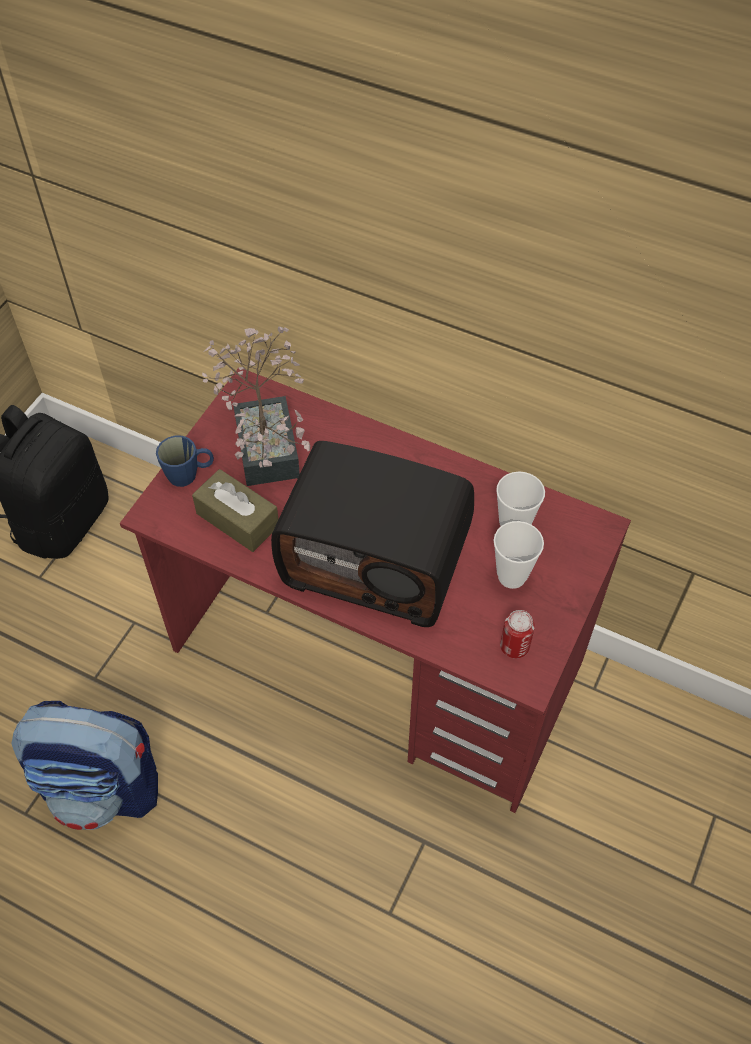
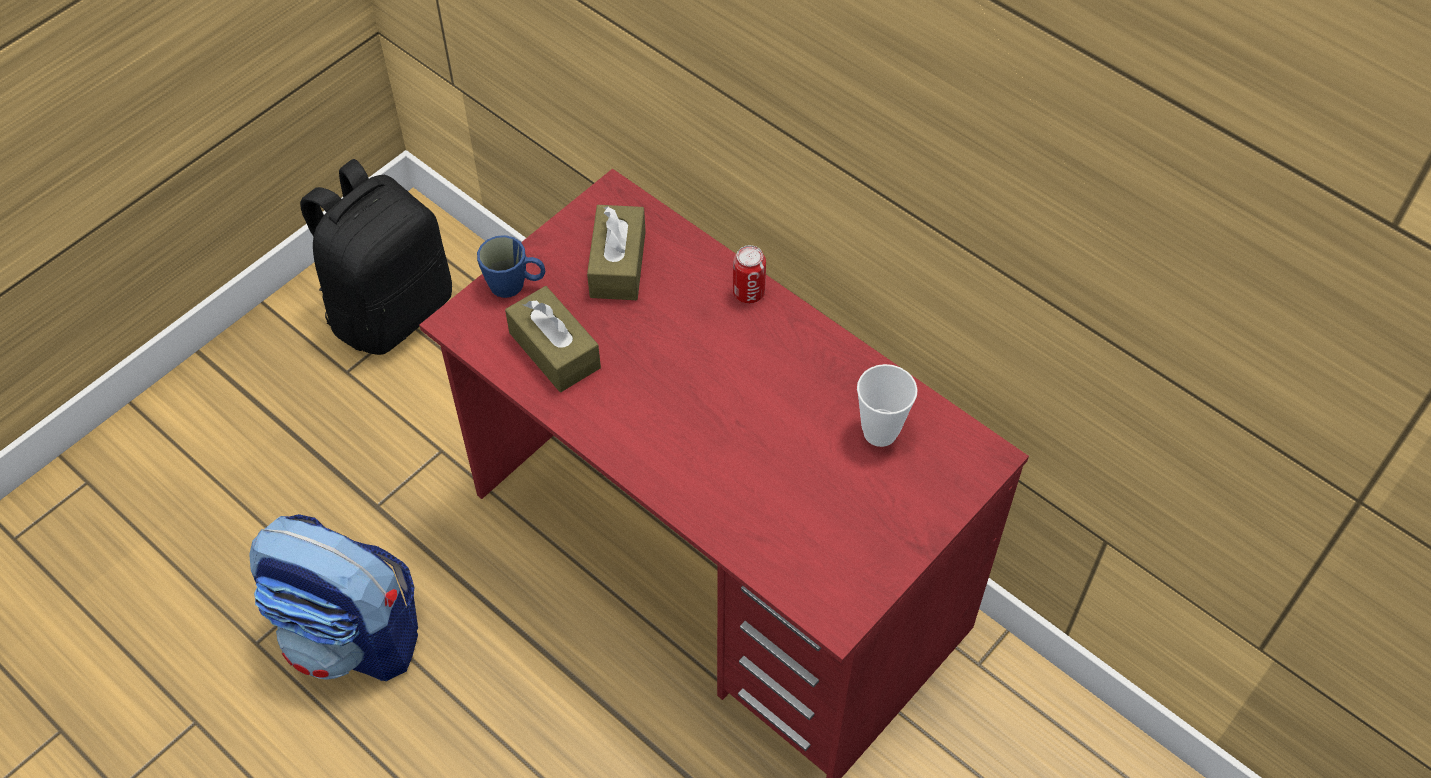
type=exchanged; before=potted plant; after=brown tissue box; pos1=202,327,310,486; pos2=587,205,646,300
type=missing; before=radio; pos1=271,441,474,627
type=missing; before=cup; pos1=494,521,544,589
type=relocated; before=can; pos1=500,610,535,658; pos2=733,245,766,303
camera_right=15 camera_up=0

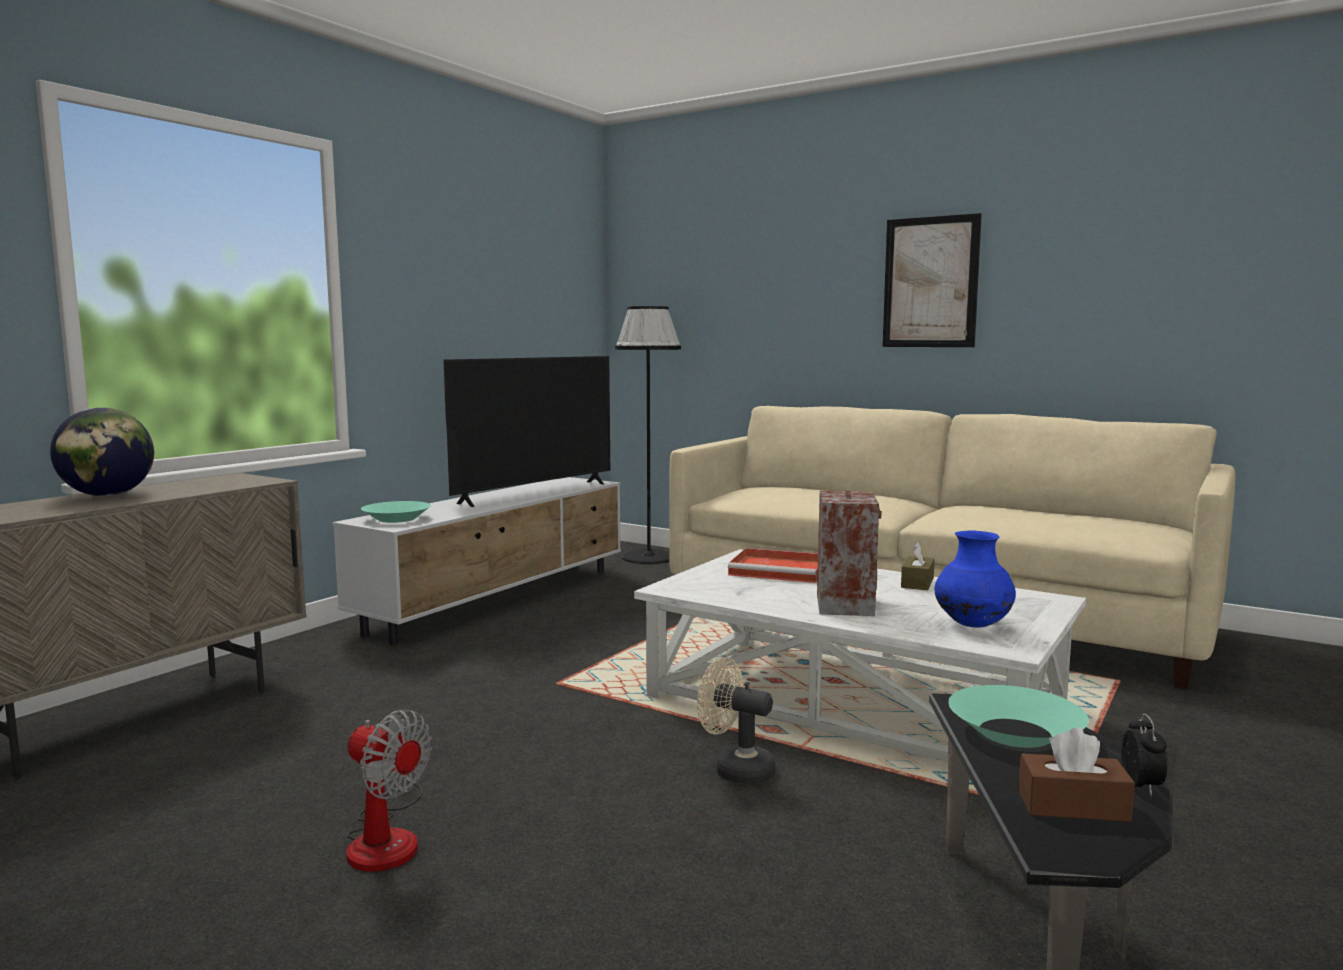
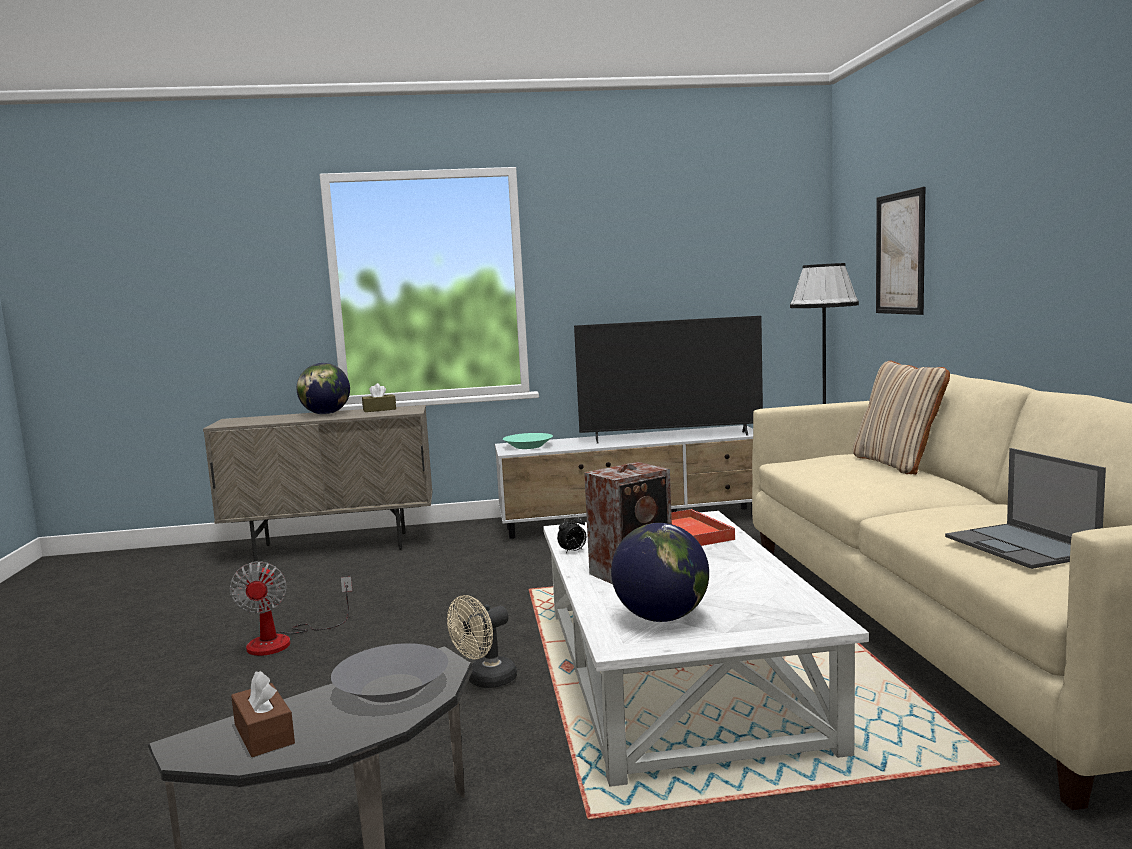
type=relocated; before=picture; pos1=883,213,982,347; pos2=876,187,925,315
type=exchanged; before=blue vase; after=globe; pos1=935,531,1016,628; pos2=611,523,709,622
type=relocated; before=brown tissue box; pos1=901,542,935,590; pos2=362,383,396,412
type=spun; before=beige fan; pos1=697,657,776,784; pos2=447,595,517,688; turn=-120
type=colour; before=turquoise bowl; after=grey bowl; pos1=948,685,1089,748; pos2=331,643,448,702
type=relocated; before=alarm clock; pos1=1121,713,1167,796; pos2=557,515,586,553
type=appeared; after=beige pillow; pos2=853,360,950,475
type=appeared; after=laptop; pos2=945,448,1106,569
camera_right=50 camera_up=0

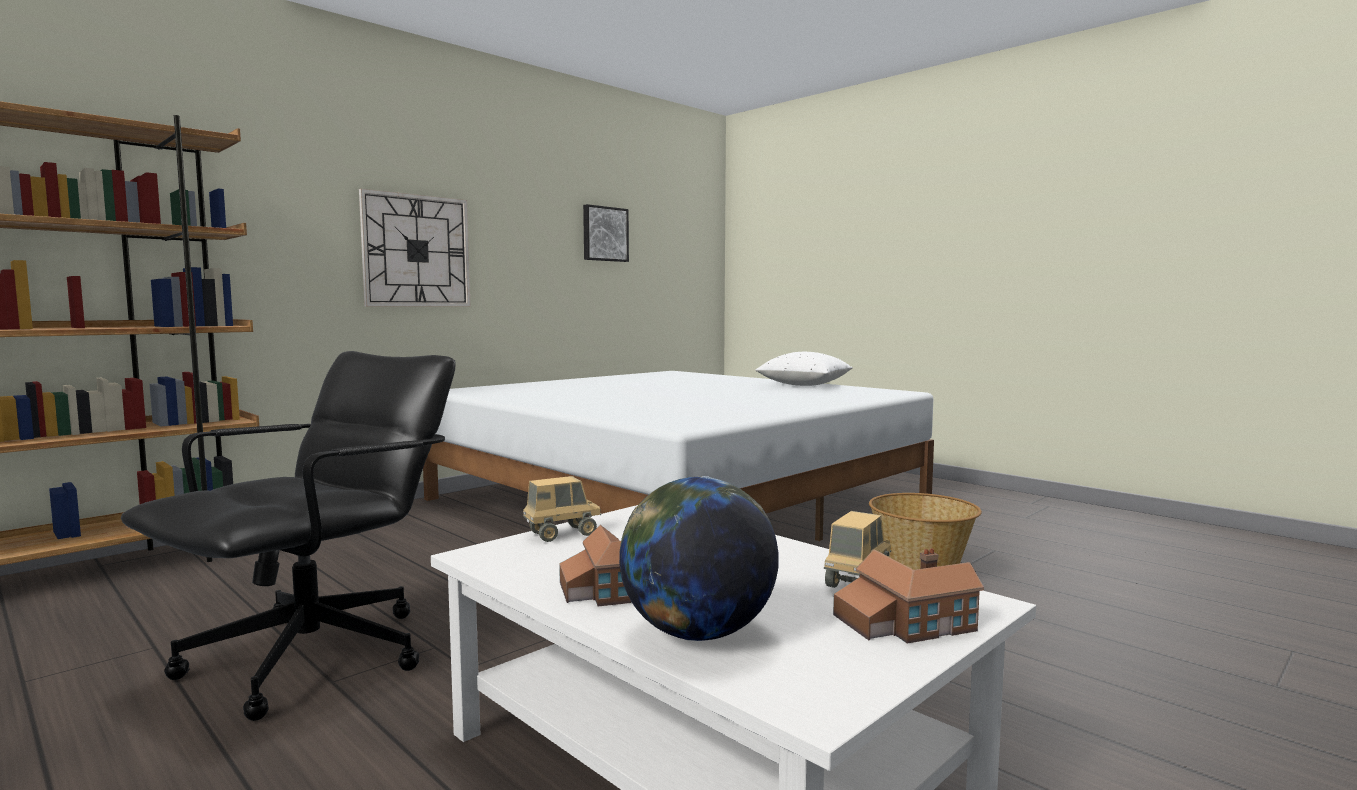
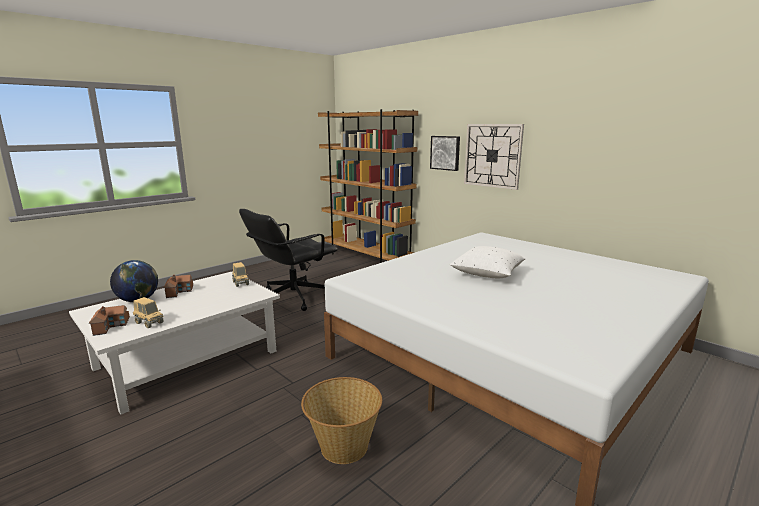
type=relocated; before=picture; pos1=583,204,629,262; pos2=430,136,460,171
type=spun; before=black office chair; pos1=121,351,456,721; pos2=239,209,338,311; turn=105
type=relocated; before=white pillow; pos1=755,352,853,386; pos2=449,246,525,278
camera_right=90 camera_up=10

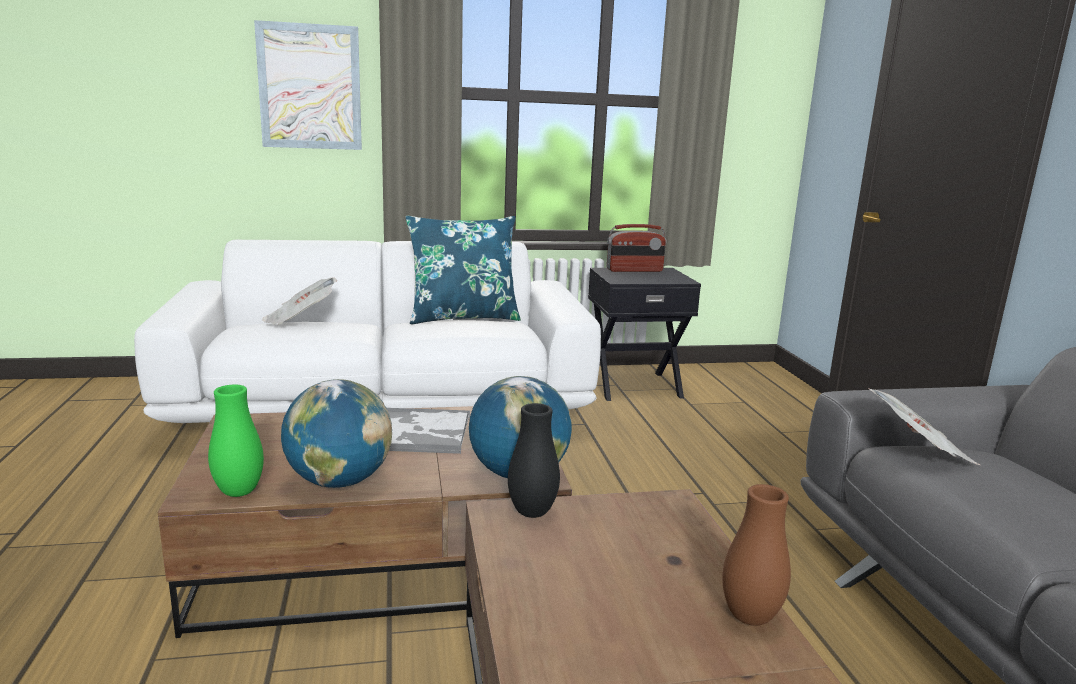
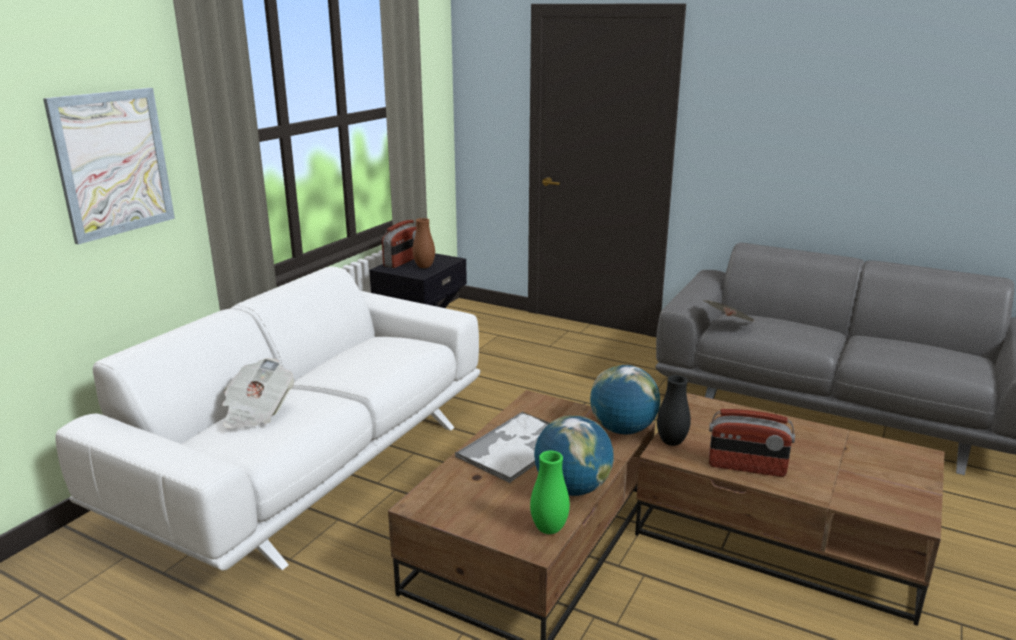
type=missing; before=blue pillow; pos1=406,216,521,324
type=relocated; before=brown vase; pos1=722,484,791,626; pos2=412,218,435,268
type=appeared; after=radio; pos2=709,409,795,477
camera_right=-50 camera_up=5

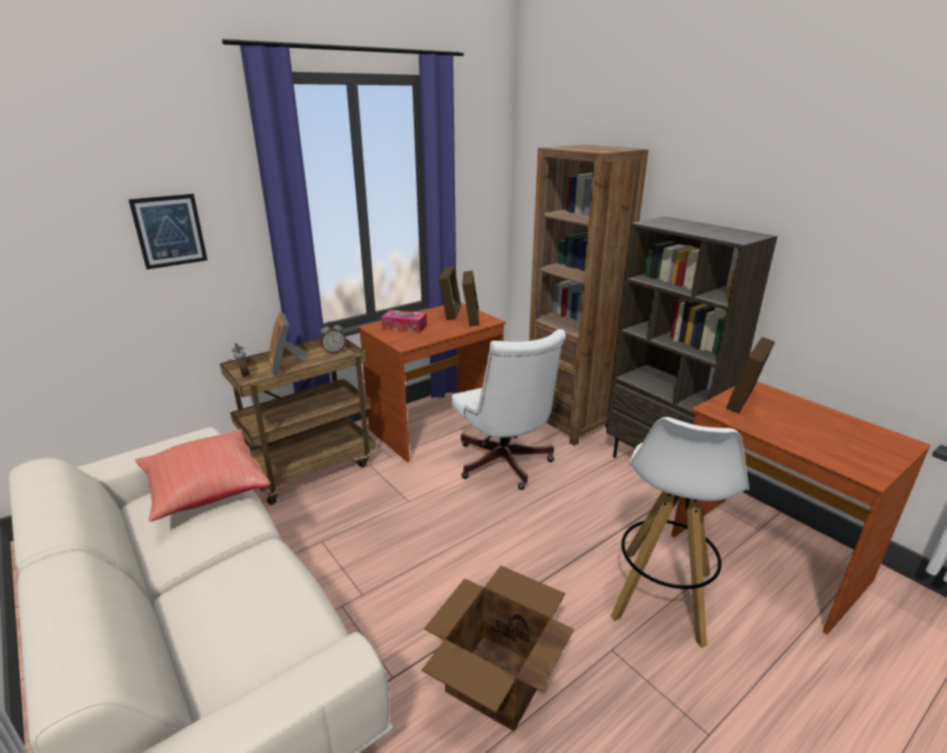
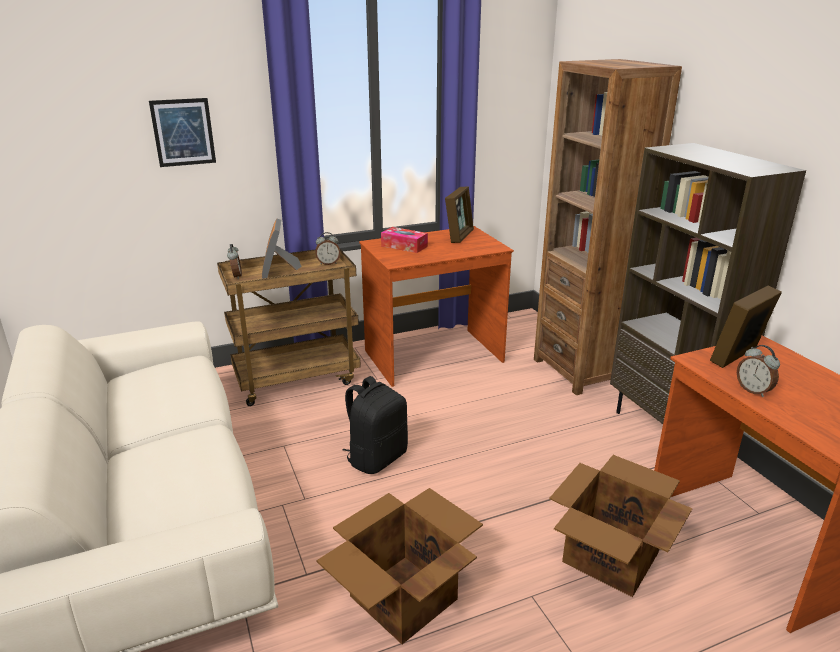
type=missing; before=picture frame; pos1=462,270,479,326
type=missing; before=white office chair; pos1=451,329,566,490
type=exchanged; before=white stool; after=cardboard box; pos1=611,417,749,648; pos2=549,455,692,597
type=missing; before=red pillow; pos1=135,429,271,522
type=appeared; after=alarm clock; pos2=737,345,780,397
type=appeared; after=black backpack; pos2=342,376,408,474
camera_right=15 camera_up=0

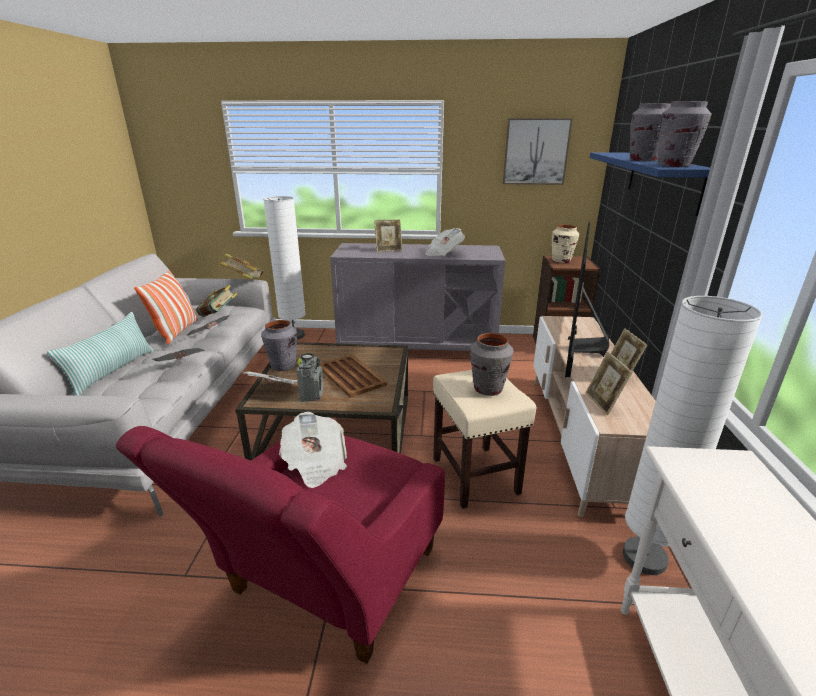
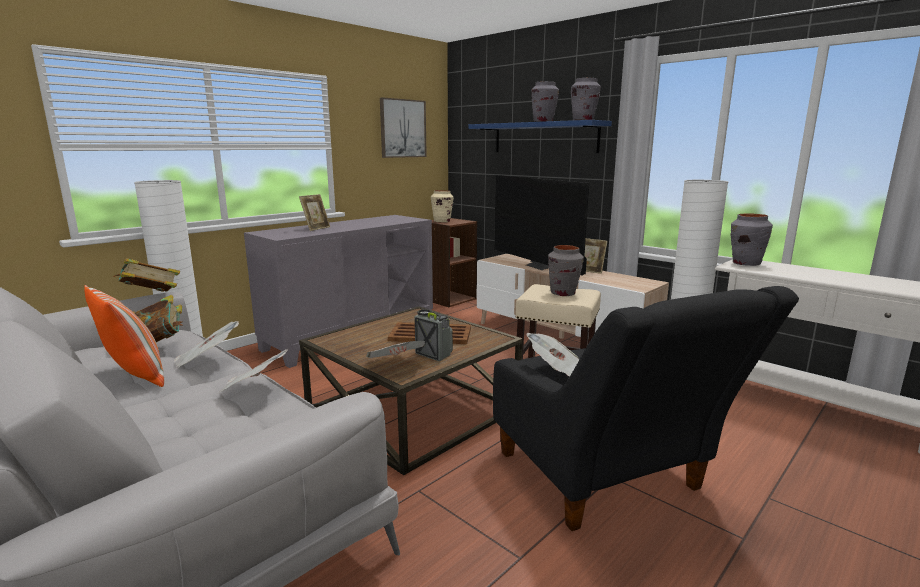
type=missing; before=newspaper; pos1=425,228,465,256
type=missing; before=pillow; pos1=47,312,154,396
type=relocated; before=grey vase; pos1=261,320,297,371; pos2=731,214,773,266
type=missing; before=picture frame; pos1=586,351,633,415
type=colour; before=red armchair; after=black armchair; pos1=116,426,445,664; pos2=493,286,799,531
camera_right=-50 camera_up=-10

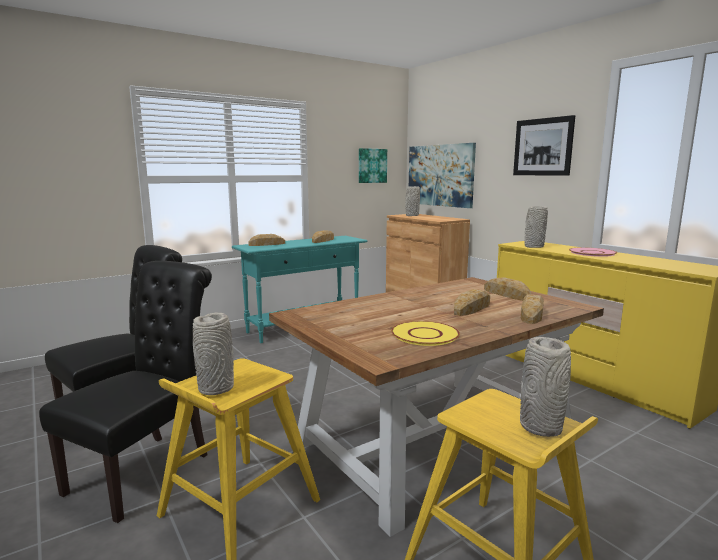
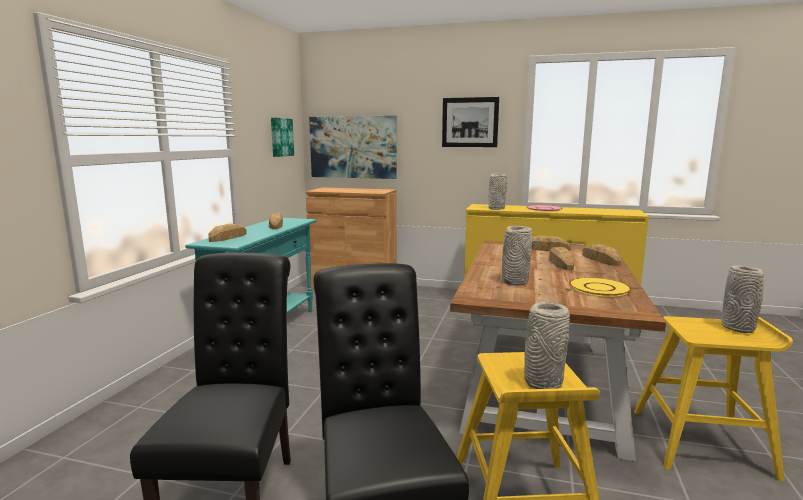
type=relocated; before=grey vase; pos1=405,186,420,216; pos2=502,226,532,286
camera_right=-40 camera_up=0

